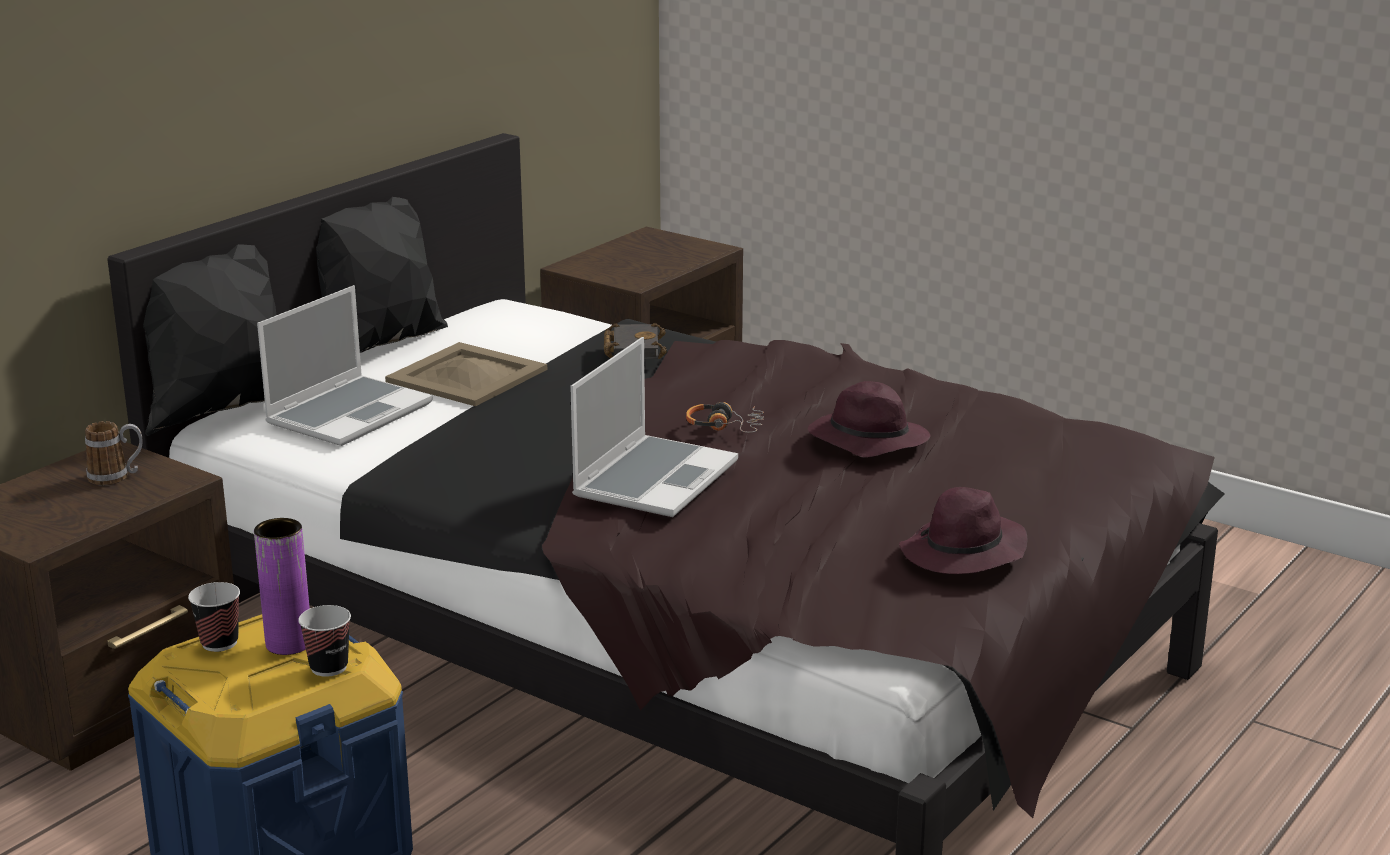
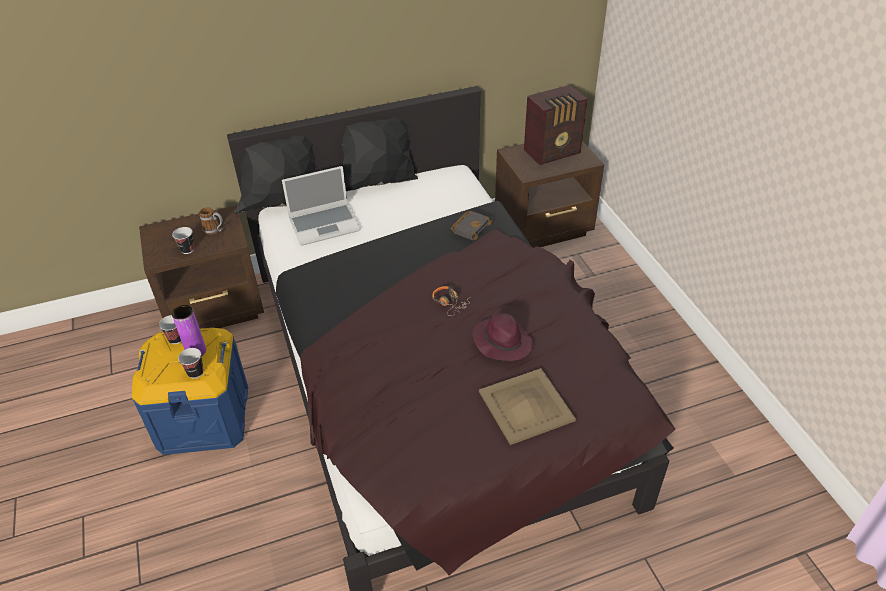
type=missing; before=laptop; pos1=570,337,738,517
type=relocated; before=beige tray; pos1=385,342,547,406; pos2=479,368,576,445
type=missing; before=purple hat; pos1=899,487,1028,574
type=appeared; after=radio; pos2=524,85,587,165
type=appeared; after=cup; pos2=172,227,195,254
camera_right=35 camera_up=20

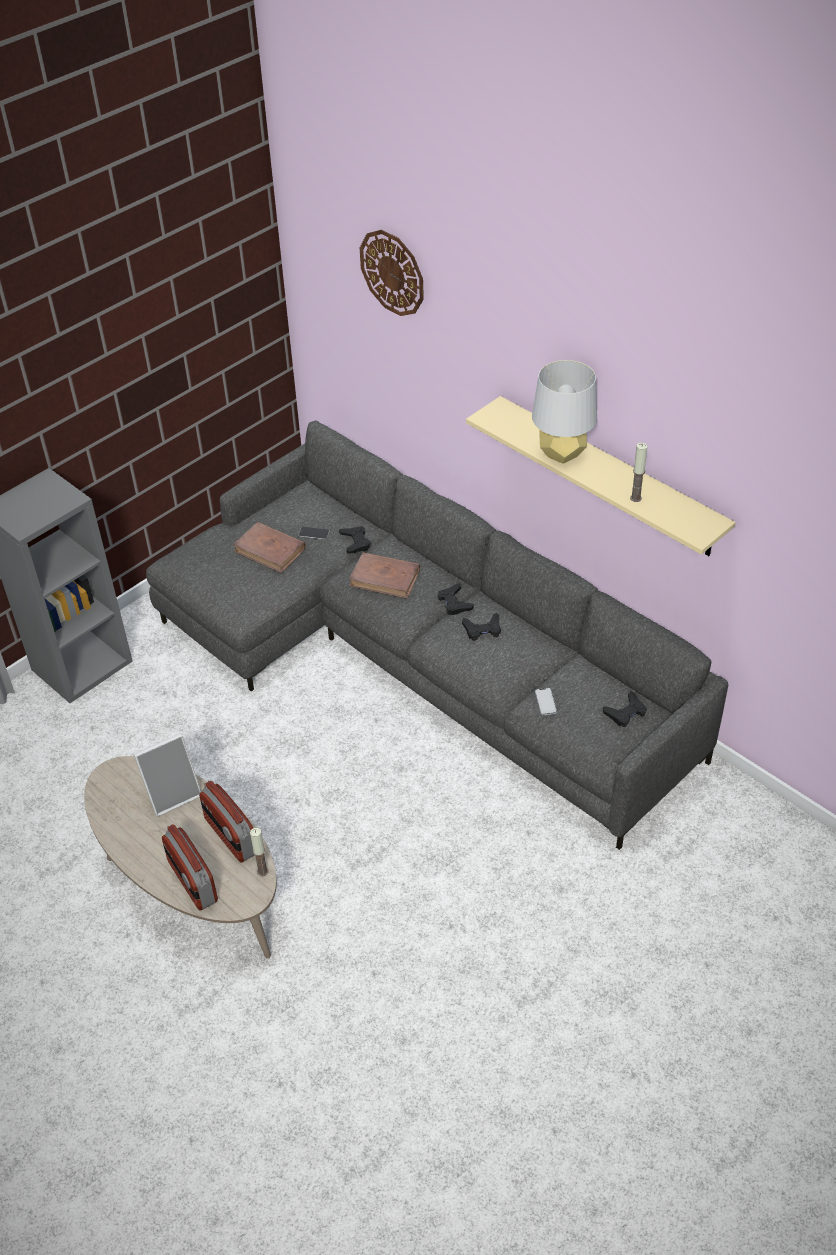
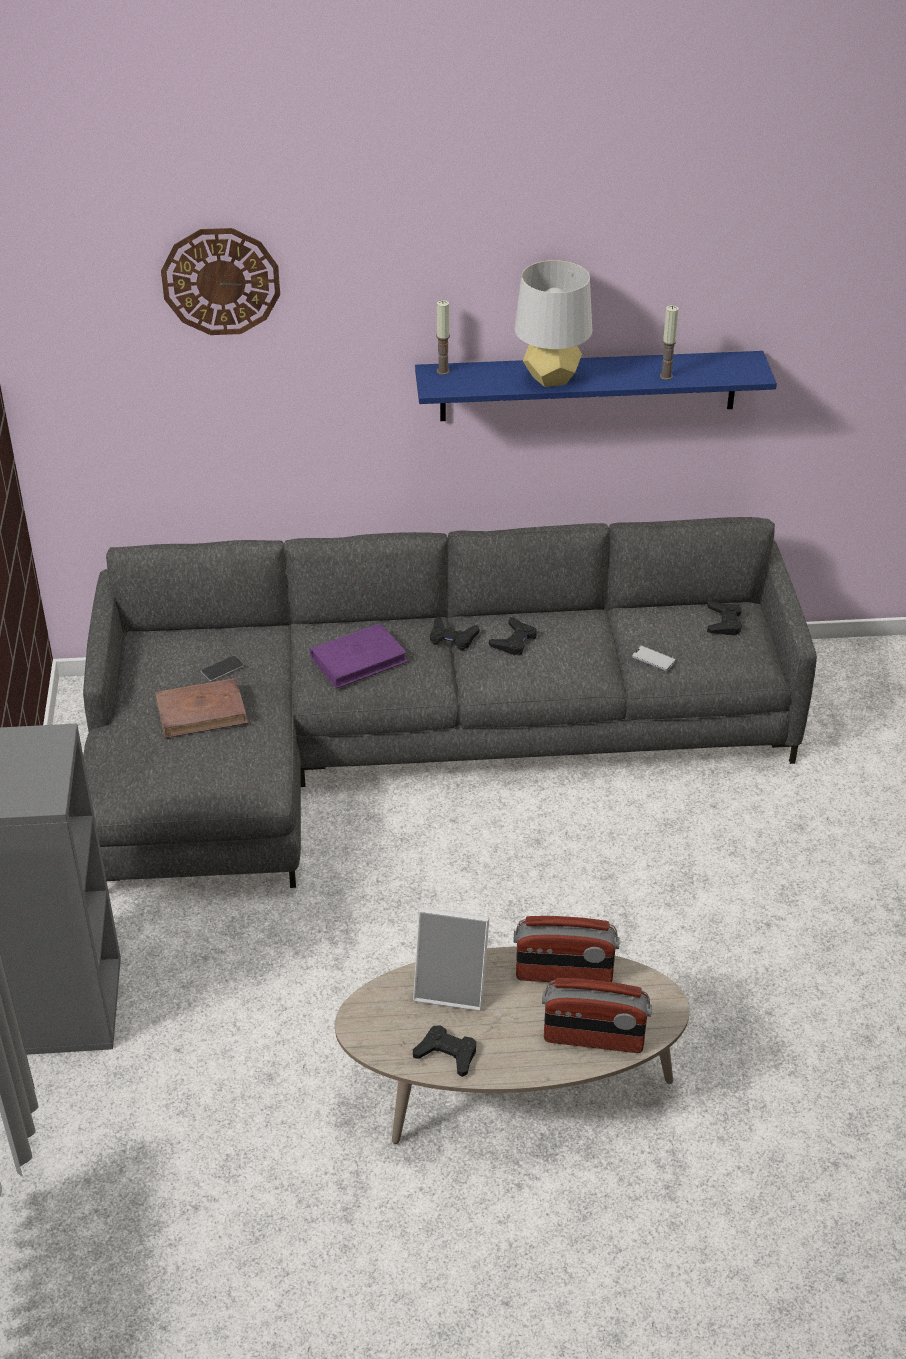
type=colour; before=beige shelf; after=blue shelf; pos1=466,396,736,556; pos2=415,351,777,421
type=relocated; before=black game controller; pos1=339,526,370,554; pos2=413,1026,476,1077
type=colour; before=brown book; after=purple book; pos1=349,552,420,599; pos2=310,623,409,689
type=spun; before=picture frame; pos1=134,733,201,817; pos2=413,907,489,1011; turn=90
type=relocated; before=candle; pos1=250,828,268,876; pos2=436,300,450,375
camera_right=-50 camera_up=-5

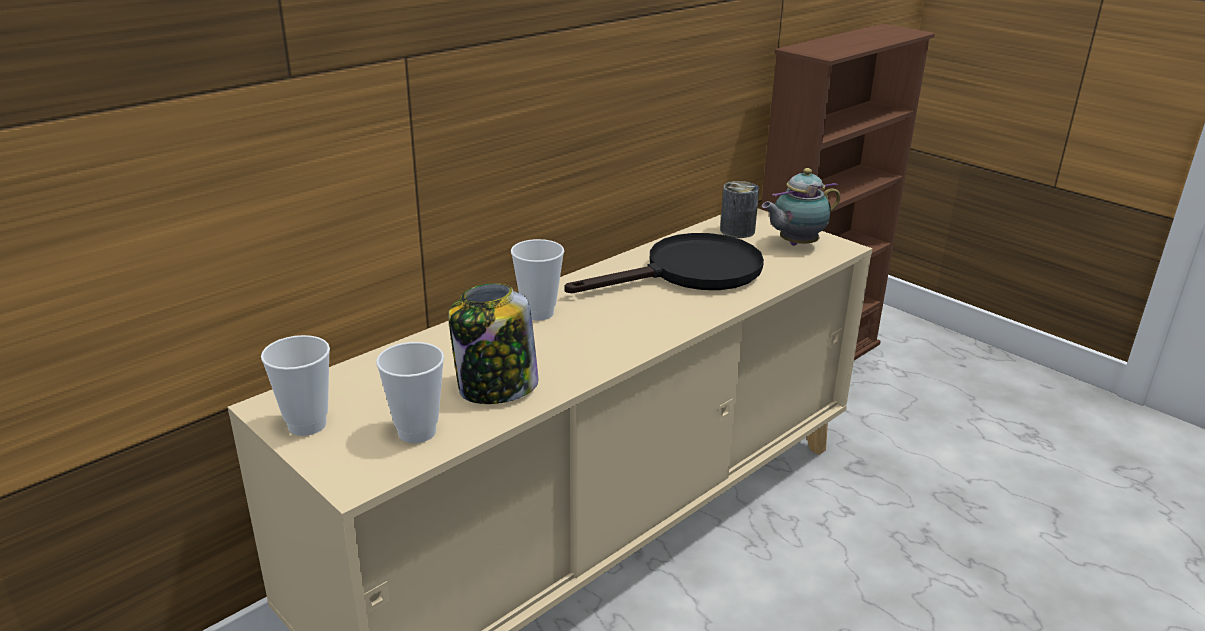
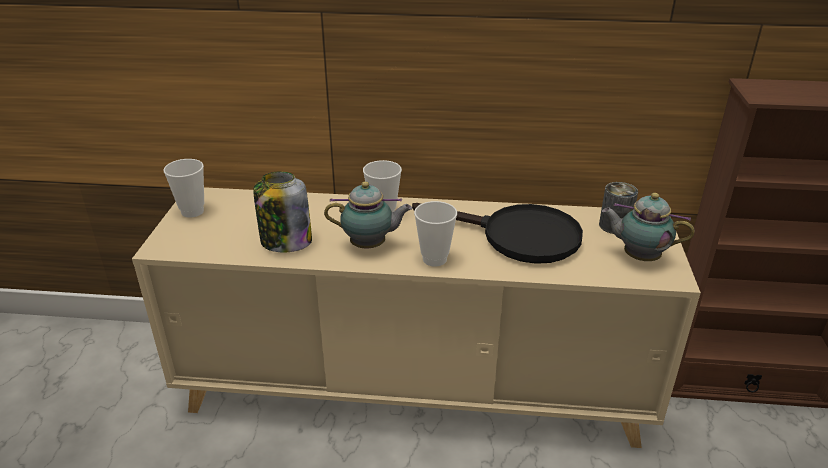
type=relocated; before=cup; pos1=376,342,444,443; pos2=414,201,457,267
type=appeared; after=teapot; pos2=324,181,412,248
camera_right=50 camera_up=5

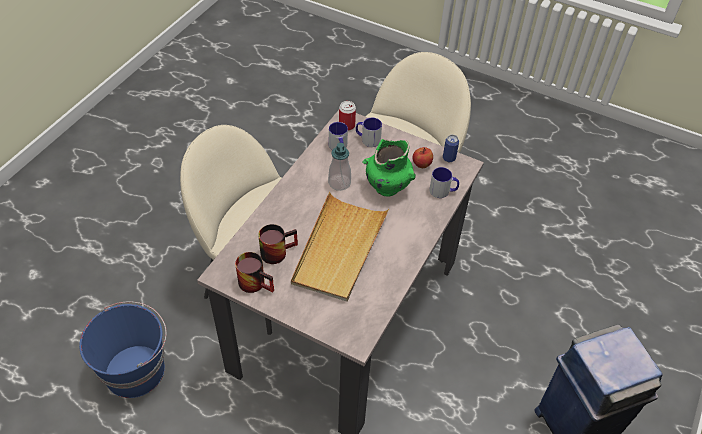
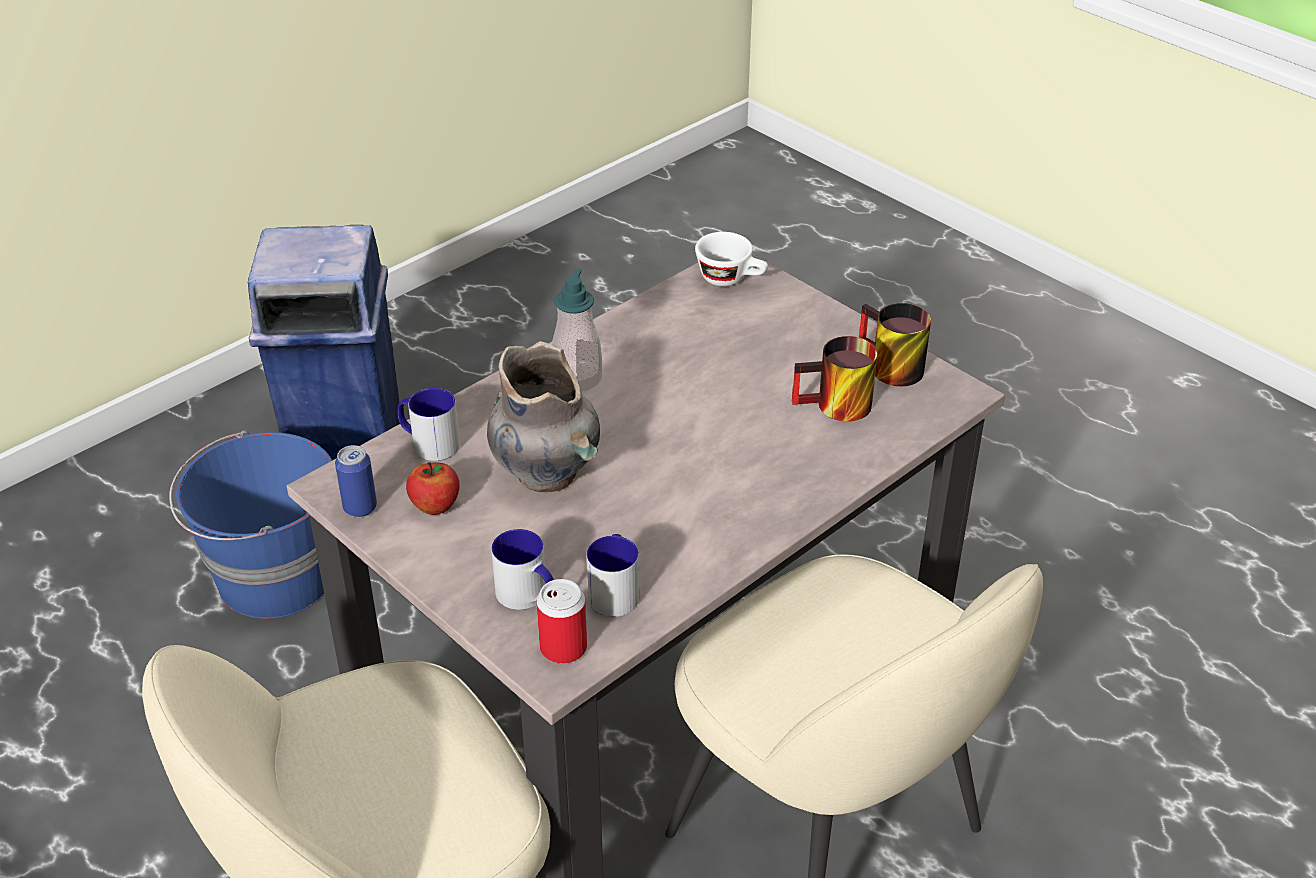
type=colour; before=green vase; after=grey vase; pos1=362,139,416,197; pos2=487,341,600,492
type=relocated; before=soap dispenser; pos1=328,143,351,191; pos2=552,268,602,392
type=missing; before=beige tray; pos1=291,192,389,301
type=relocated; before=blue bucket; pos1=79,301,167,398; pos2=169,430,332,619
type=appeared; after=white cup; pos2=695,232,768,286
camera_right=-160 camera_up=-10

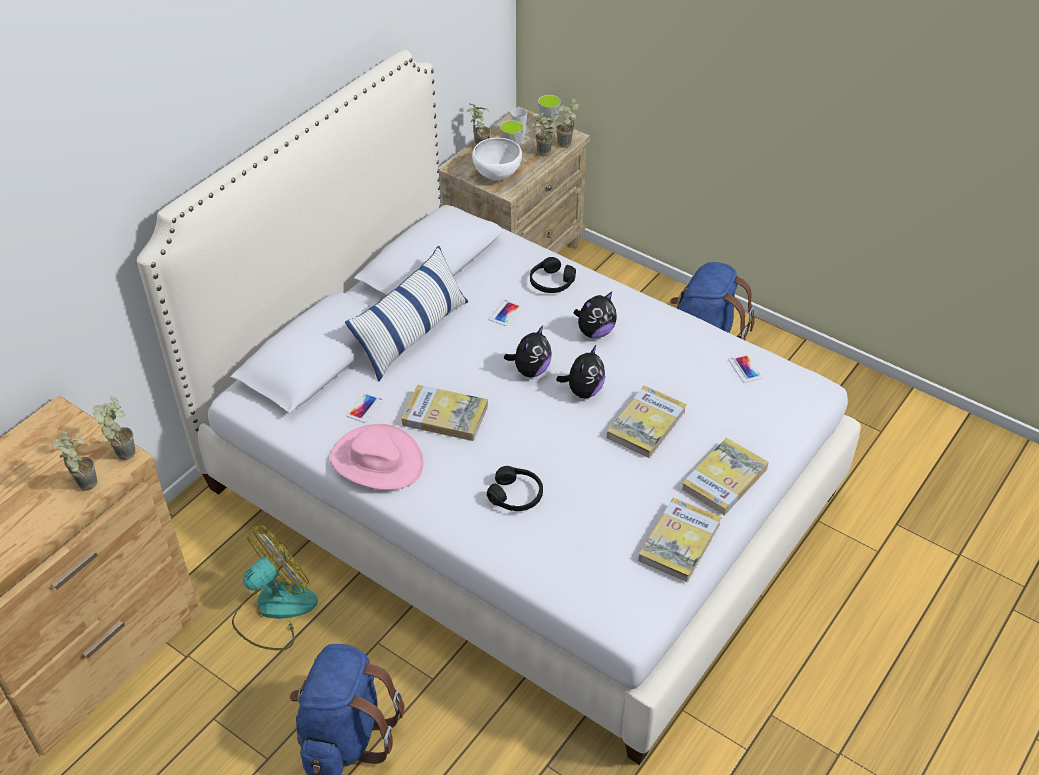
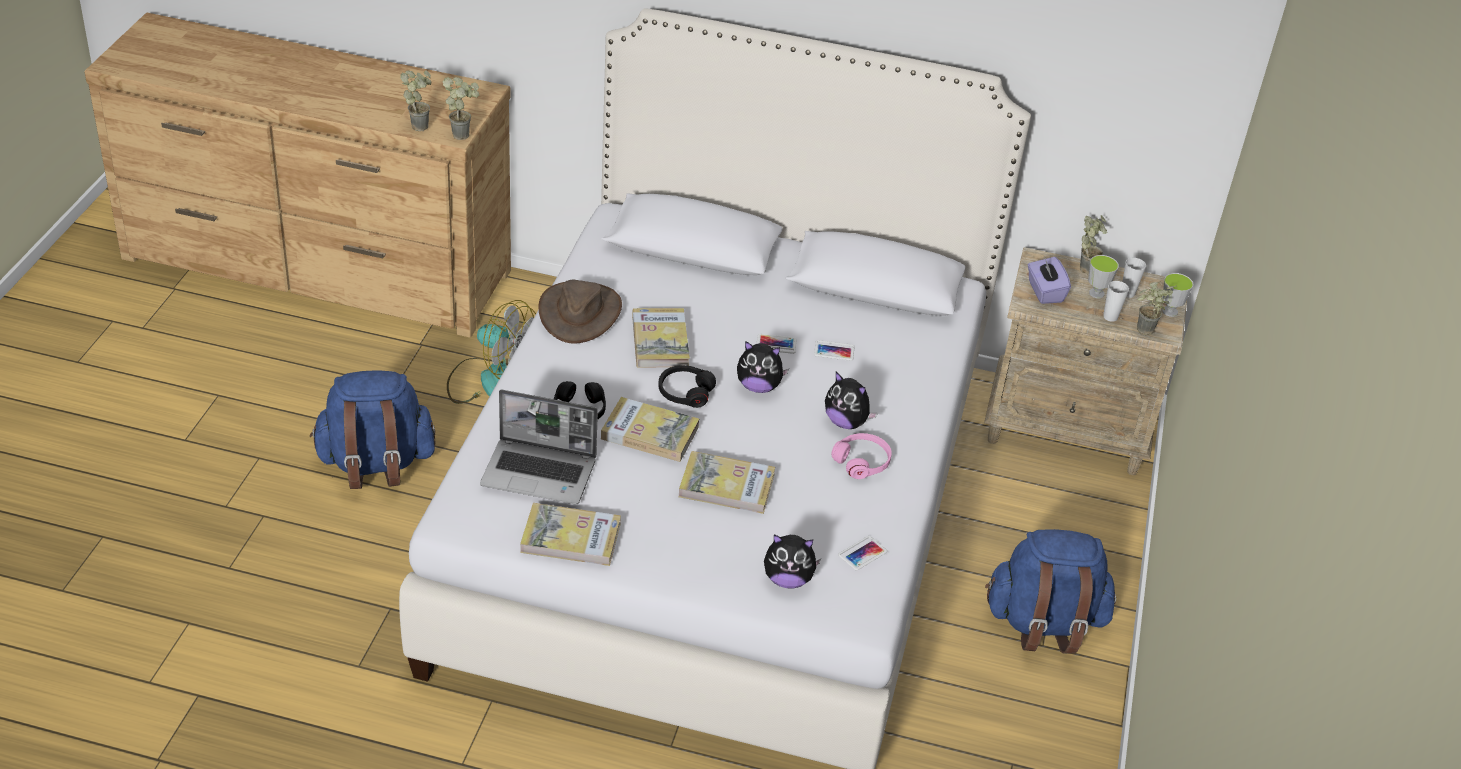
type=exchanged; before=potted plant; after=cup; pos1=529,112,558,156; pos2=1103,281,1129,322
type=exchanged; before=white bowl; after=purple tissue box; pos1=472,138,522,180; pos2=1028,257,1071,304
type=missing; before=pillow; pos1=345,246,468,381
type=relocated; before=black headphones; pos1=530,257,576,293; pos2=658,365,716,408
type=relocated; before=plush toy; pos1=556,344,605,398; pos2=764,534,821,588
type=relocated; before=phone; pos1=346,392,384,423; pos2=757,334,797,354
type=colour; before=pink hat; after=brown hat; pos1=330,424,423,490; pos2=539,280,622,344
type=relocated; before=book; pos1=681,438,769,516; pos2=601,397,699,462
type=appeared; after=laptop; pos2=480,390,598,504
type=appeared; after=pink headphones; pos2=831,433,892,479
camera_right=65 camera_up=-5

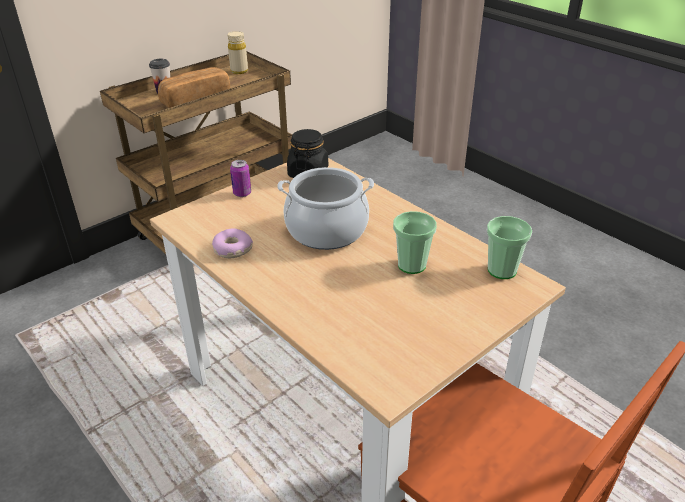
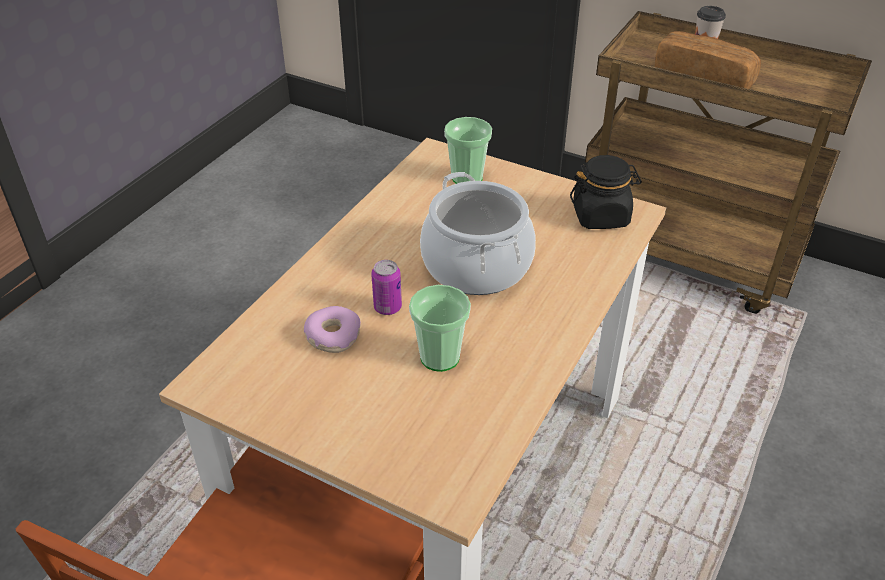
type=missing; before=beige bottle; pos1=228,31,248,74
type=relocated; before=can; pos1=230,160,251,197; pos2=371,260,402,315
type=relocated; before=cup; pos1=487,216,532,279; pos2=444,117,492,184
type=relocated; before=donut; pos1=212,228,253,258; pos2=304,306,361,353
camera_right=70 camera_up=5

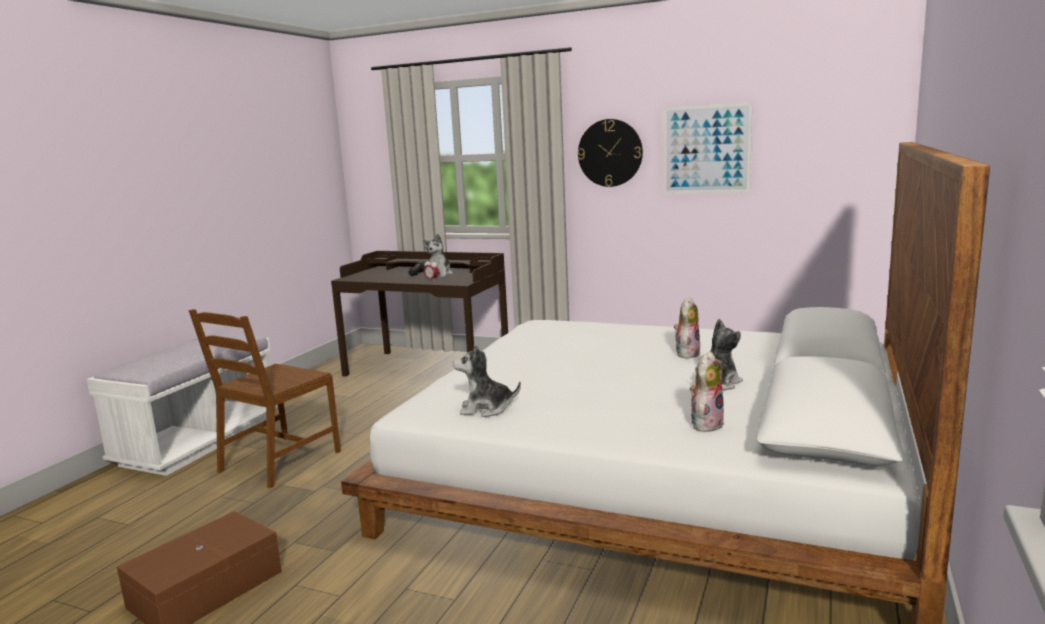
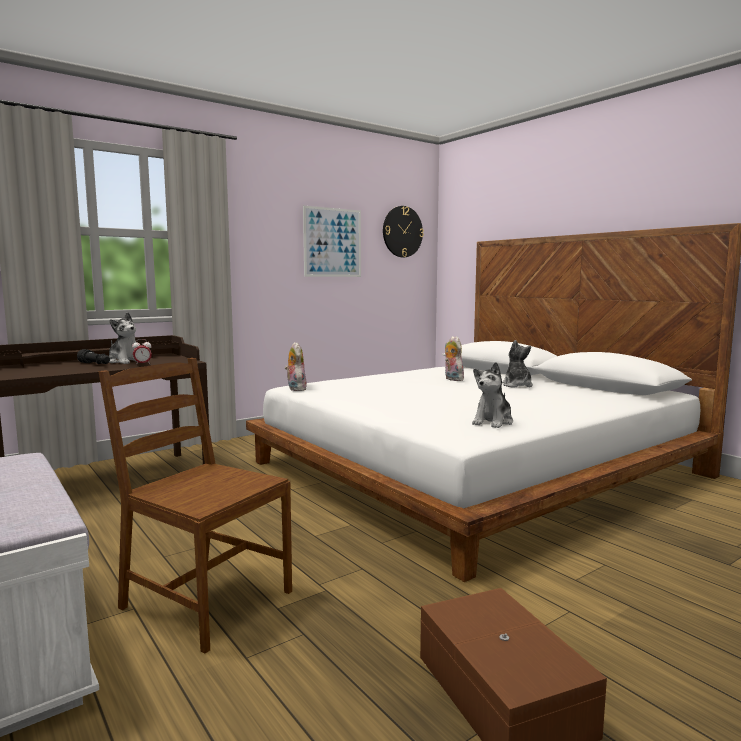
type=relocated; before=wall clock; pos1=578,119,643,187; pos2=383,206,424,258
type=spun; before=brown chair; pos1=188,309,341,488; pos2=98,358,292,654; turn=150
type=relocated; before=plush toy; pos1=690,351,724,432; pos2=285,342,307,391
camera_right=-60 camera_up=-5

